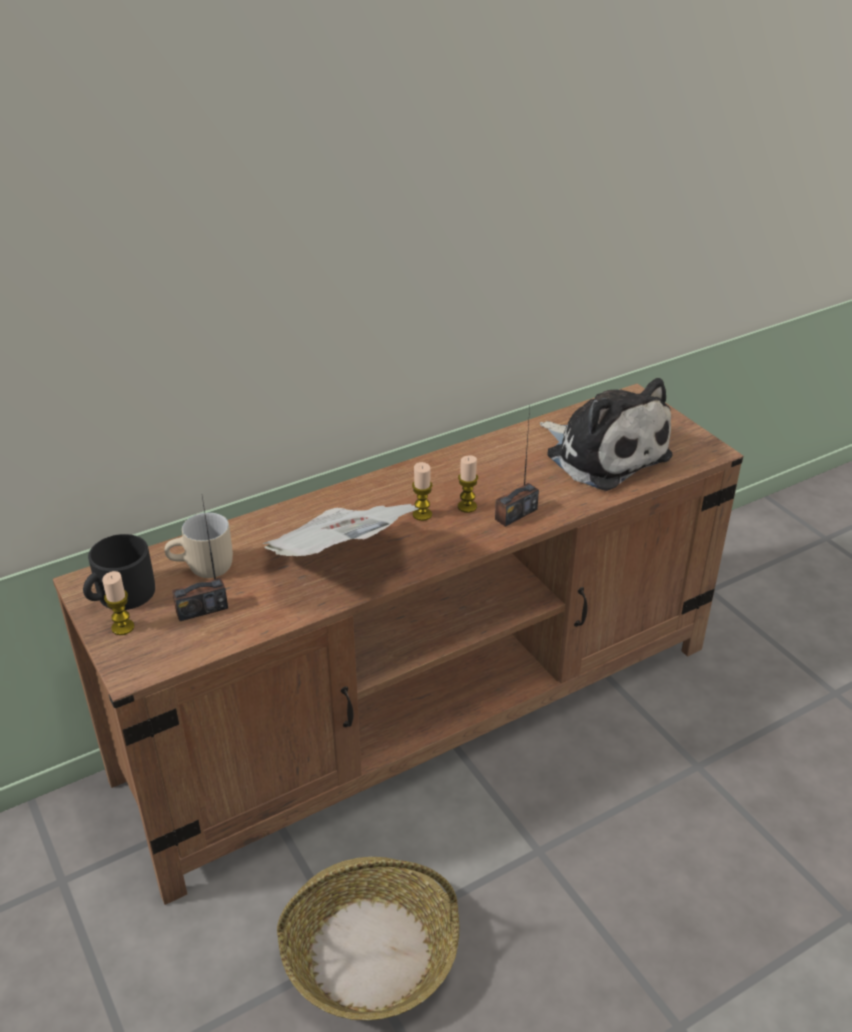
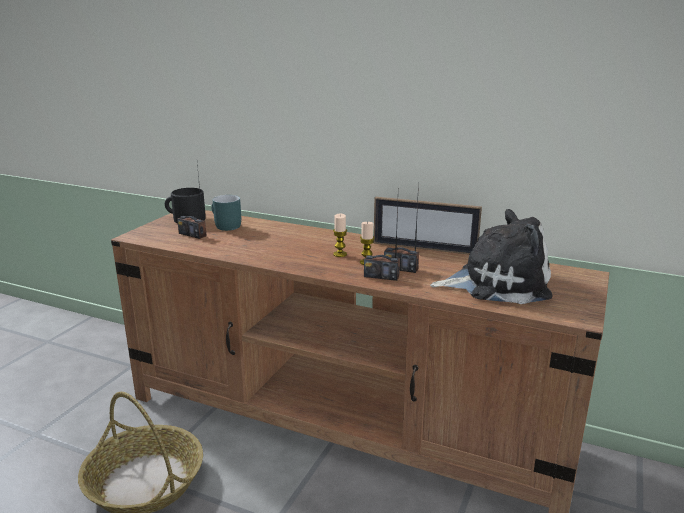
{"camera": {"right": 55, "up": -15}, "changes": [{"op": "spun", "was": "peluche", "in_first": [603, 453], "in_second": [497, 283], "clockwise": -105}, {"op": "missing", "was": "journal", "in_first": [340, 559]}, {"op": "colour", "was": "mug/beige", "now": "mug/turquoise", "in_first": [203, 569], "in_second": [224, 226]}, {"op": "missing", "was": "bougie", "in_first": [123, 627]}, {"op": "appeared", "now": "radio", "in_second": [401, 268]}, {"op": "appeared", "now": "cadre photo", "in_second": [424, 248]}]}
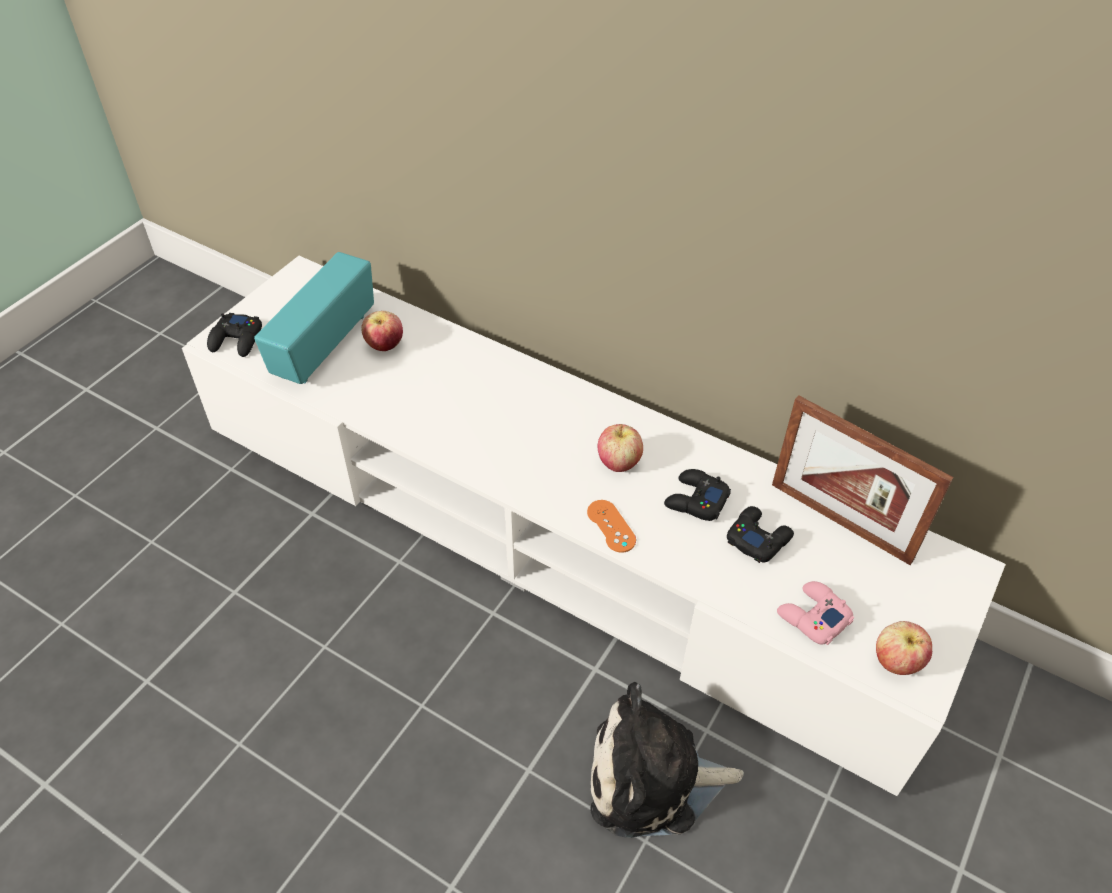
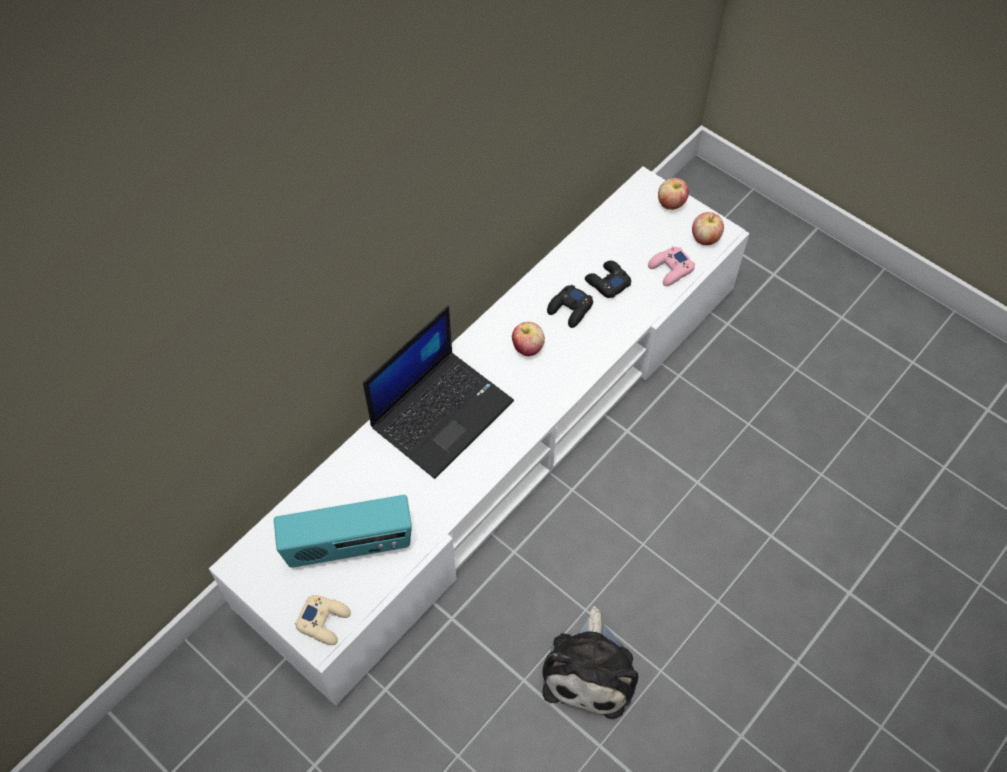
{"camera": {"right": -80, "up": 10}, "changes": [{"op": "spun", "was": "radio", "in_first": [323, 345], "in_second": [349, 546], "clockwise": -45}, {"op": "relocated", "was": "pomme", "in_first": [384, 346], "in_second": [671, 204]}, {"op": "colour", "was": "manette/noir", "now": "manette/beige", "in_first": [237, 340], "in_second": [324, 621]}, {"op": "missing", "was": "cadre photo", "in_first": [840, 521]}, {"op": "missing", "was": "manette/orange", "in_first": [611, 526]}, {"op": "relocated", "was": "peluche", "in_first": [653, 779], "in_second": [590, 669]}, {"op": "appeared", "now": "ordinateur portable", "in_second": [442, 412]}]}
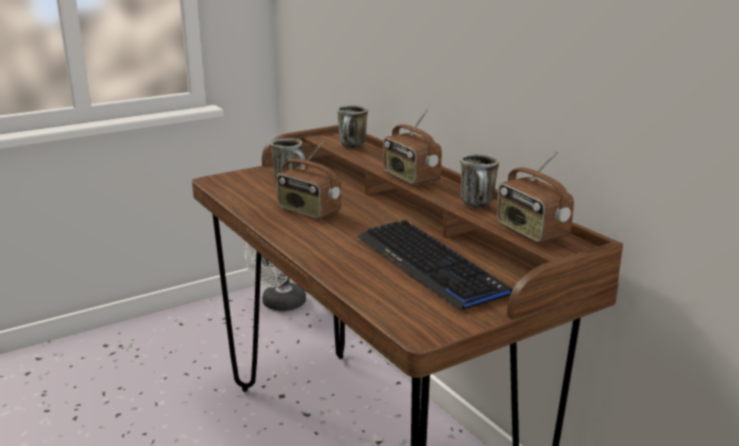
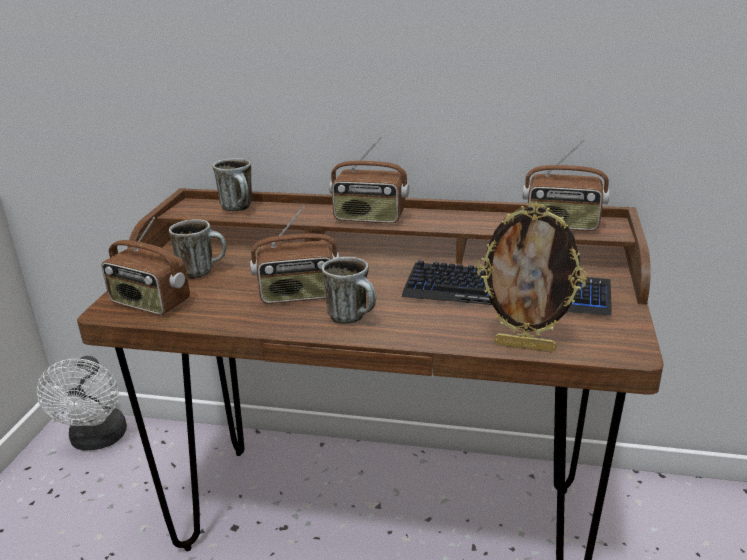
{"camera": {"right": -45, "up": 5}, "changes": [{"op": "relocated", "was": "mug", "in_first": [479, 205], "in_second": [354, 318]}, {"op": "appeared", "now": "cadre photo", "in_second": [525, 346]}, {"op": "appeared", "now": "radio", "in_second": [149, 303]}]}
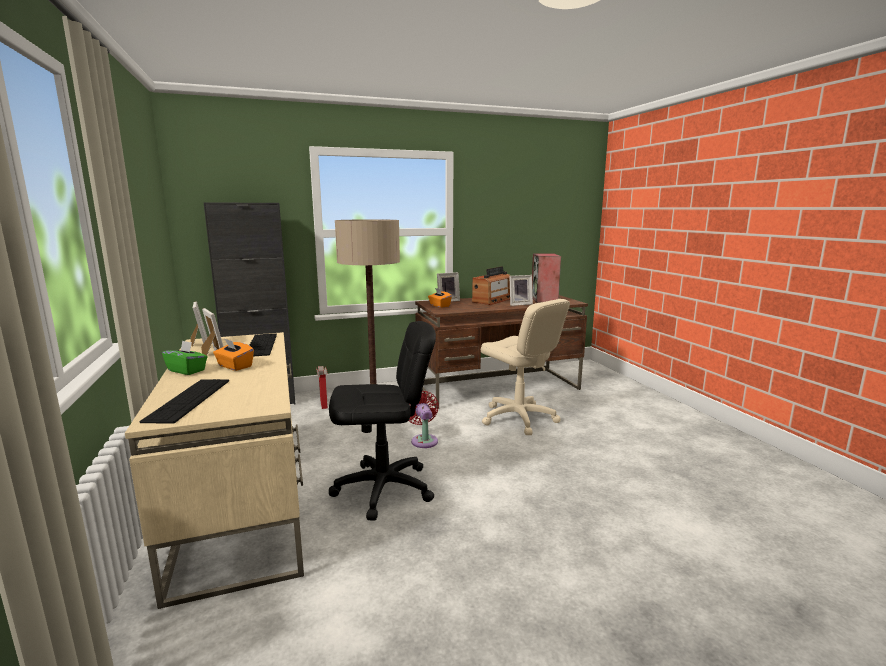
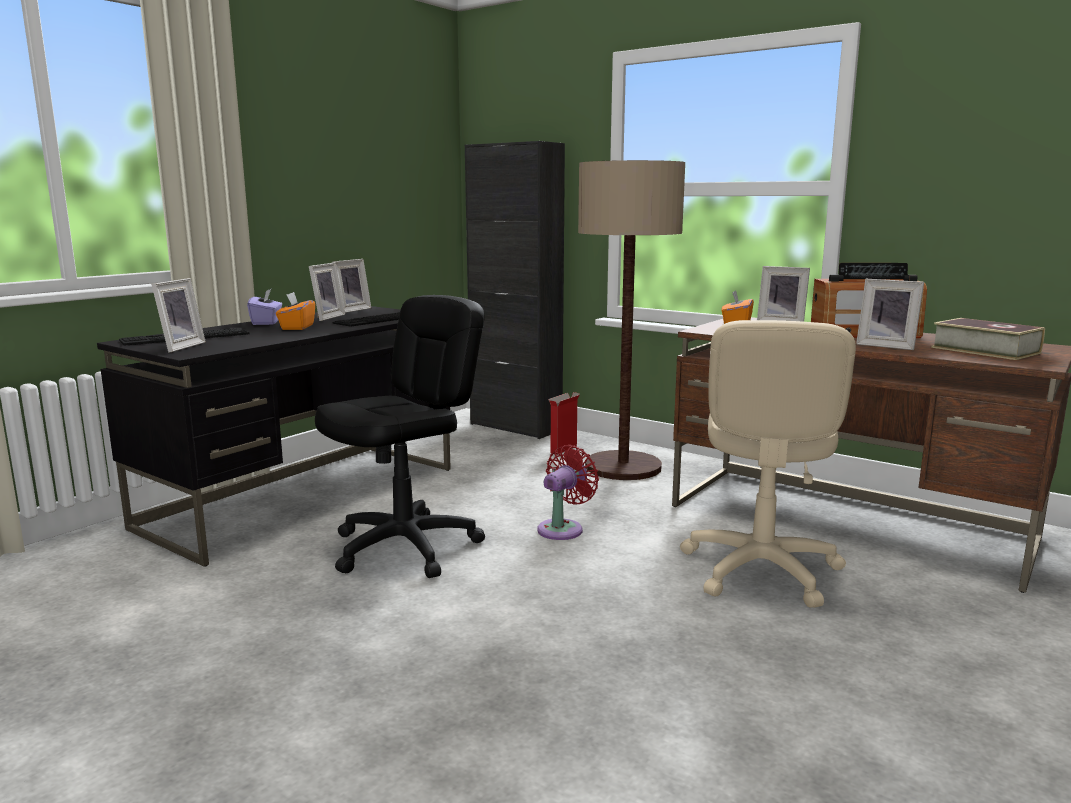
{"camera": {"right": 55, "up": 0}, "changes": [{"op": "exchanged", "was": "enceinte", "now": "livre", "in_first": [544, 299], "in_second": [985, 350]}, {"op": "spun", "was": "chaise de bureau/noir", "in_first": [384, 489], "in_second": [406, 547], "clockwise": -90}, {"op": "colour", "was": "bureau/beige", "now": "bureau/noir", "in_first": [243, 503], "in_second": [305, 496]}, {"op": "colour", "was": "boîte à mouchoirs/vert", "now": "boîte à mouchoirs/violet", "in_first": [187, 370], "in_second": [267, 322]}, {"op": "appeared", "now": "cadre photo", "in_second": [178, 347]}]}
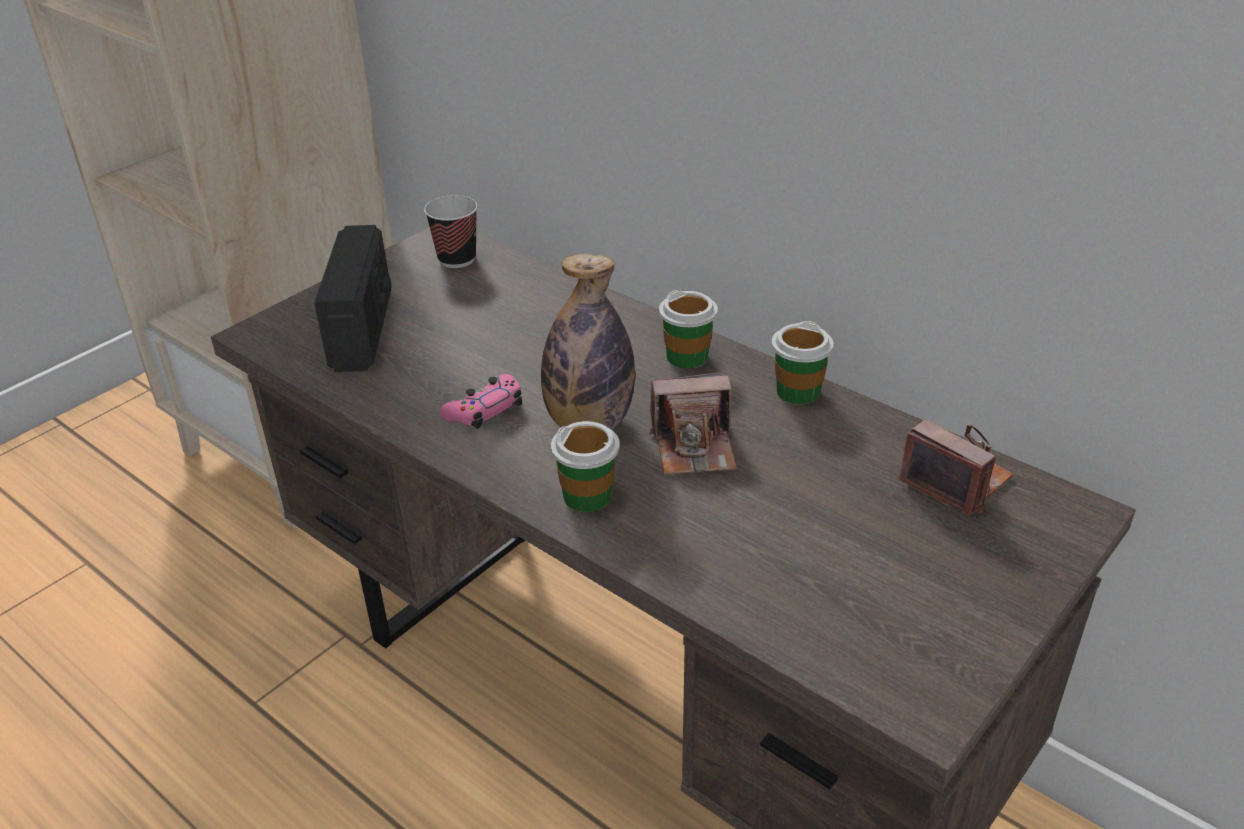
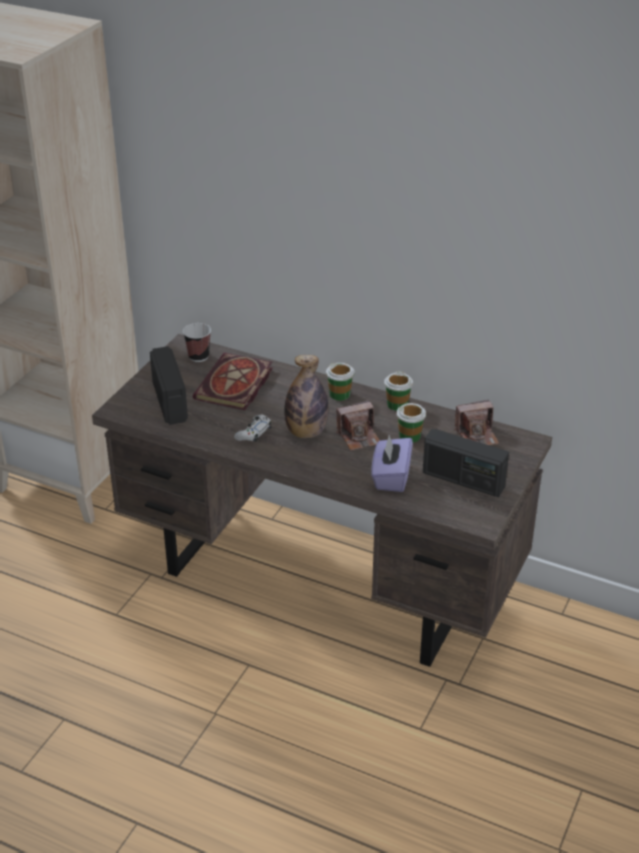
{"camera": {"right": -15, "up": 0}, "changes": [{"op": "colour", "was": "manette/rose", "now": "manette/blanc", "in_first": [484, 410], "in_second": [254, 433]}, {"op": "spun", "was": "appareil photo", "in_first": [955, 481], "in_second": [476, 435], "clockwise": 135}, {"op": "relocated", "was": "tasse", "in_first": [587, 496], "in_second": [410, 436]}, {"op": "appeared", "now": "livre", "in_second": [234, 386]}, {"op": "appeared", "now": "radio", "in_second": [463, 480]}, {"op": "appeared", "now": "boîte à mouchoirs/violet", "in_second": [391, 477]}]}
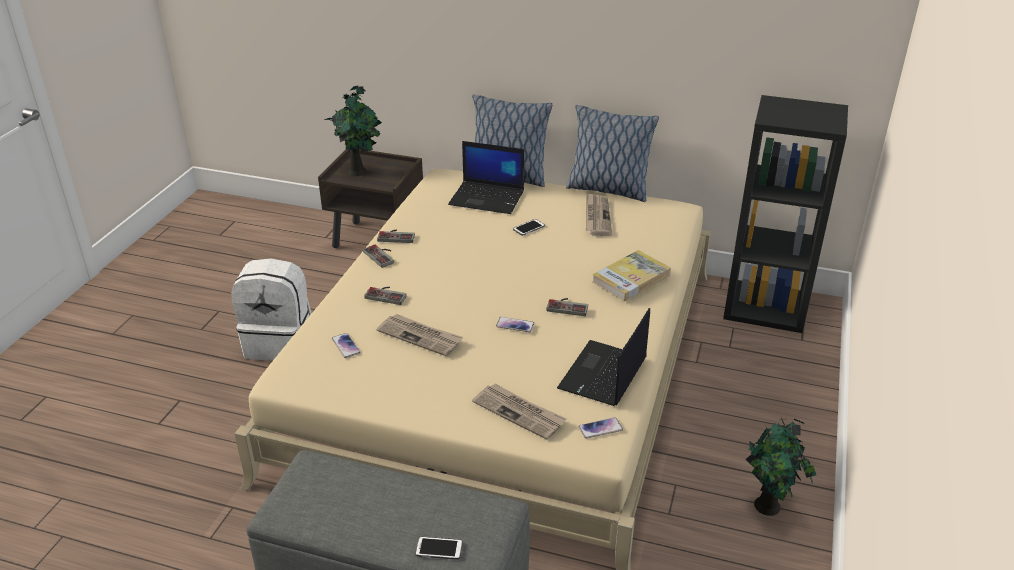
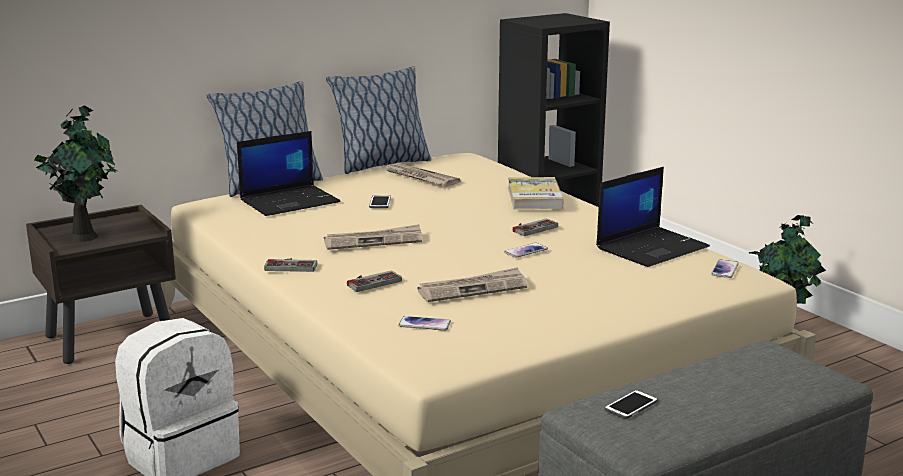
{"camera": {"right": -50, "up": -15}, "changes": [{"op": "missing", "was": "manette", "in_first": [397, 236]}, {"op": "spun", "was": "ordinateur portable", "in_first": [603, 375], "in_second": [652, 247], "clockwise": -105}, {"op": "relocated", "was": "journal", "in_first": [519, 413], "in_second": [374, 241]}, {"op": "relocated", "was": "téléphone", "in_first": [439, 549], "in_second": [631, 405]}]}
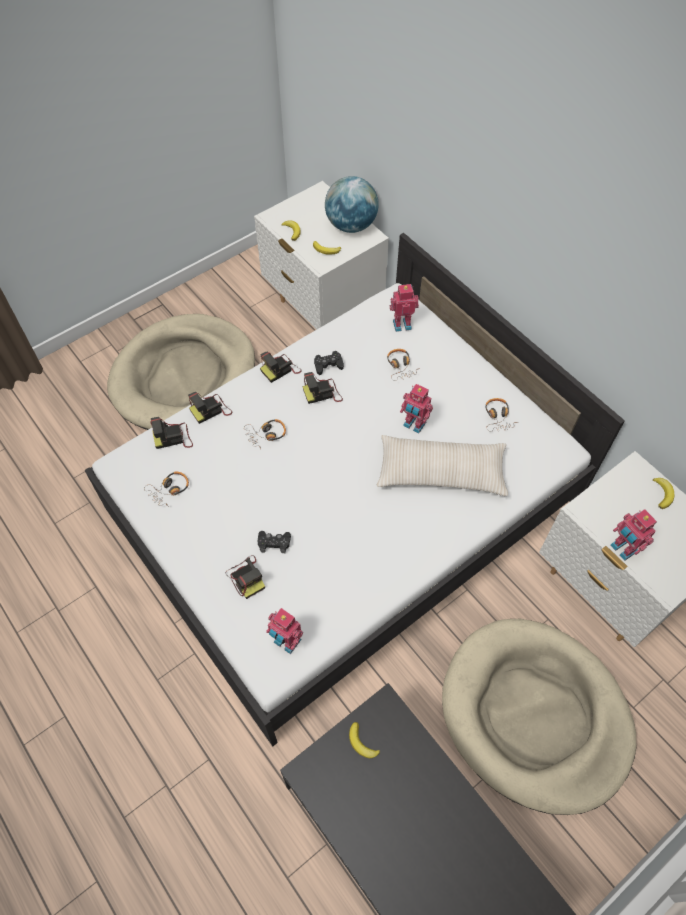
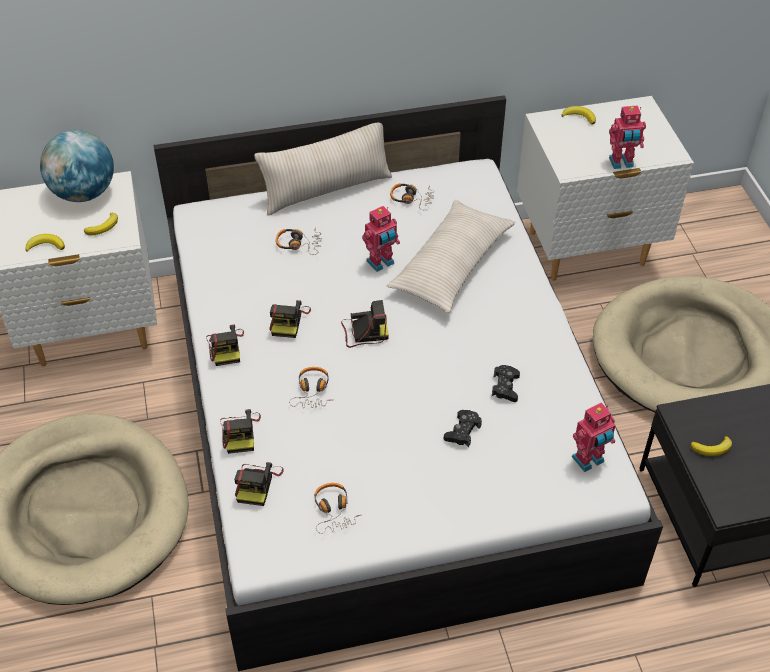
{"camera": {"right": -65, "up": -10}, "changes": [{"op": "missing", "was": "robot jouet", "in_first": [401, 324]}, {"op": "relocated", "was": "manette/noir", "in_first": [328, 365], "in_second": [505, 387]}, {"op": "relocated", "was": "appareil photo", "in_first": [246, 577], "in_second": [363, 332]}, {"op": "appeared", "now": "coussin/beige", "in_second": [327, 190]}]}
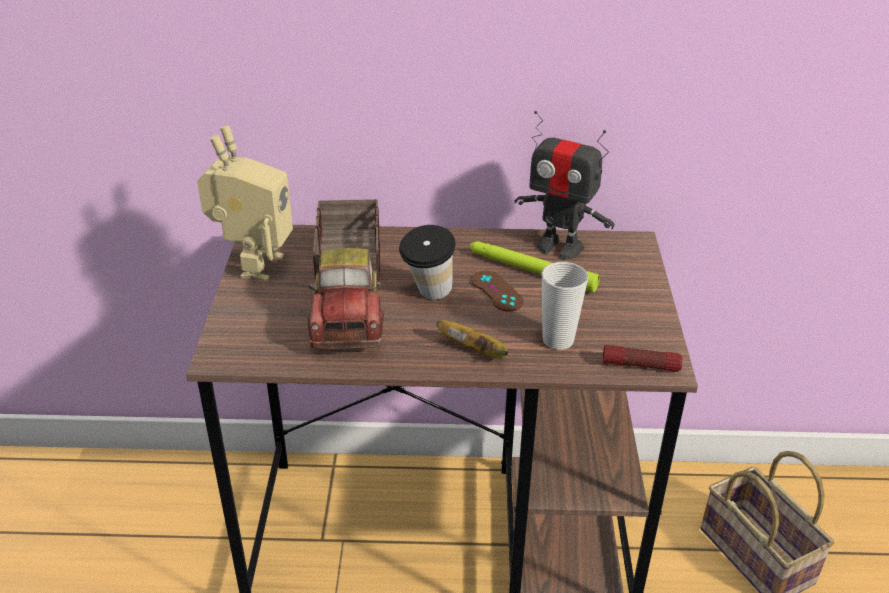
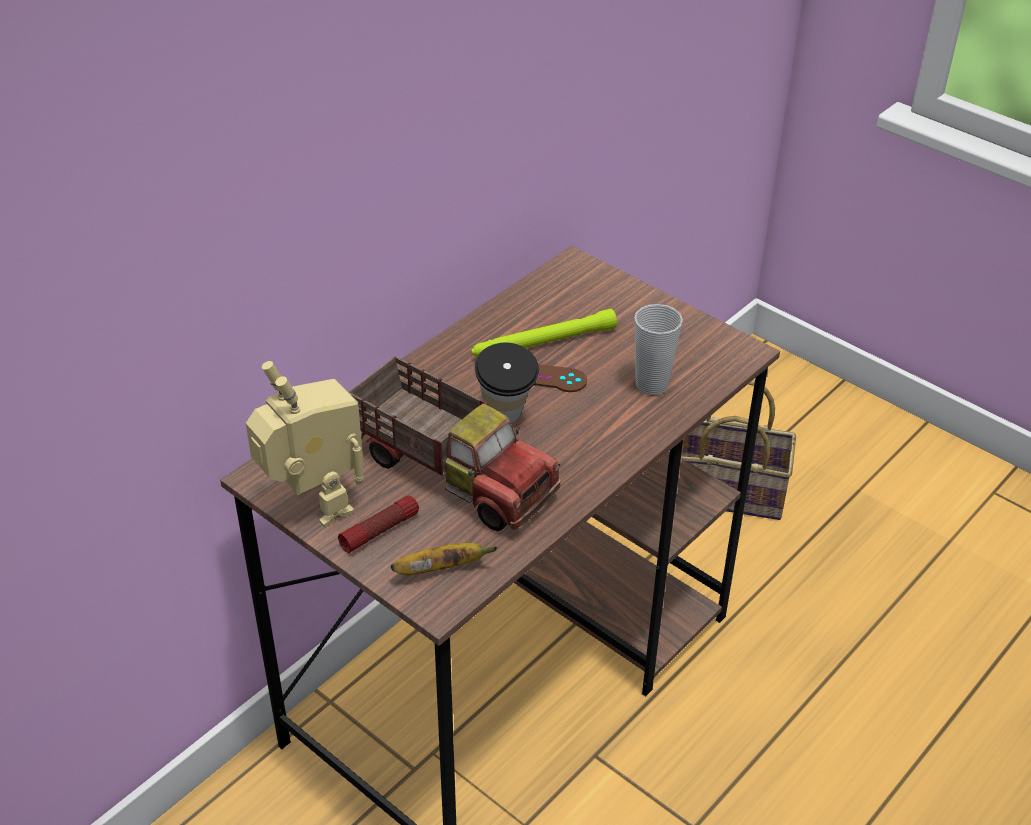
{"camera": {"right": -50, "up": 5}, "changes": [{"op": "missing", "was": "robot jouet", "in_first": [559, 247]}, {"op": "relocated", "was": "banane", "in_first": [475, 351], "in_second": [441, 569]}, {"op": "relocated", "was": "lampe de poche", "in_first": [640, 365], "in_second": [380, 531]}]}
